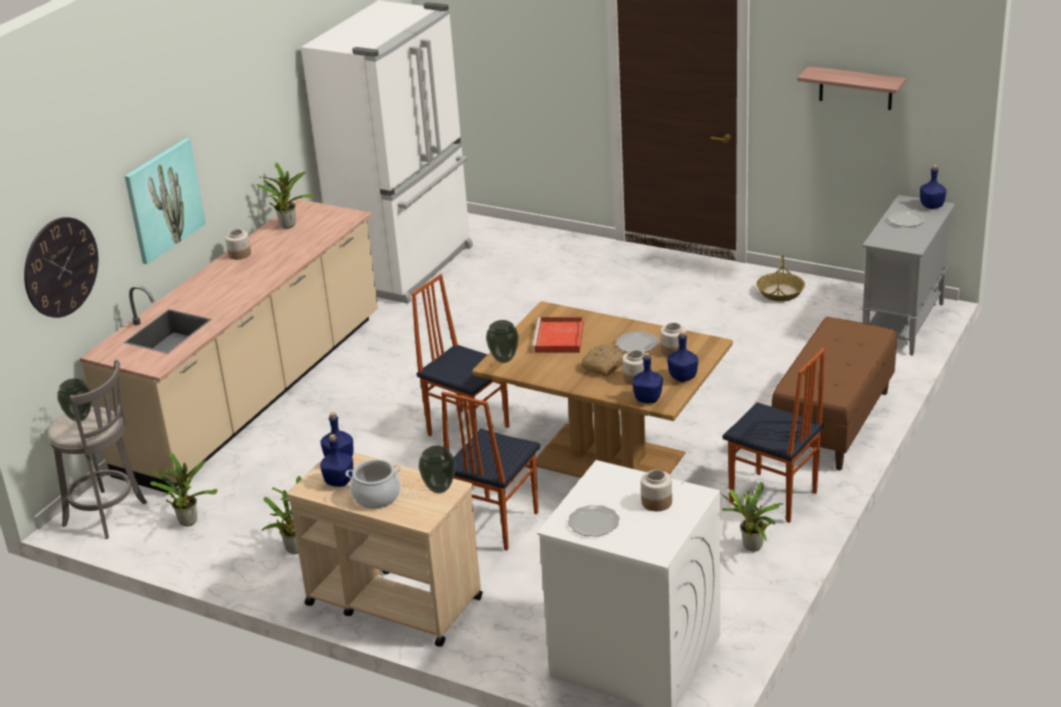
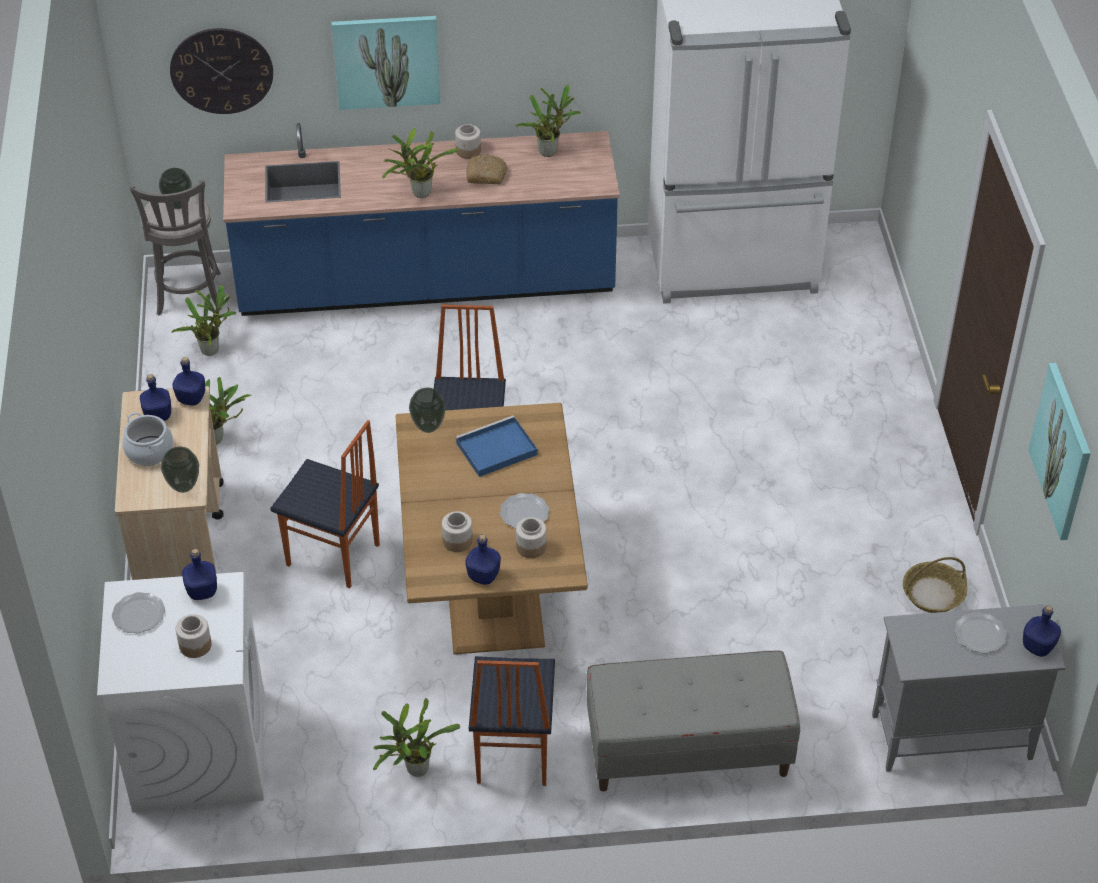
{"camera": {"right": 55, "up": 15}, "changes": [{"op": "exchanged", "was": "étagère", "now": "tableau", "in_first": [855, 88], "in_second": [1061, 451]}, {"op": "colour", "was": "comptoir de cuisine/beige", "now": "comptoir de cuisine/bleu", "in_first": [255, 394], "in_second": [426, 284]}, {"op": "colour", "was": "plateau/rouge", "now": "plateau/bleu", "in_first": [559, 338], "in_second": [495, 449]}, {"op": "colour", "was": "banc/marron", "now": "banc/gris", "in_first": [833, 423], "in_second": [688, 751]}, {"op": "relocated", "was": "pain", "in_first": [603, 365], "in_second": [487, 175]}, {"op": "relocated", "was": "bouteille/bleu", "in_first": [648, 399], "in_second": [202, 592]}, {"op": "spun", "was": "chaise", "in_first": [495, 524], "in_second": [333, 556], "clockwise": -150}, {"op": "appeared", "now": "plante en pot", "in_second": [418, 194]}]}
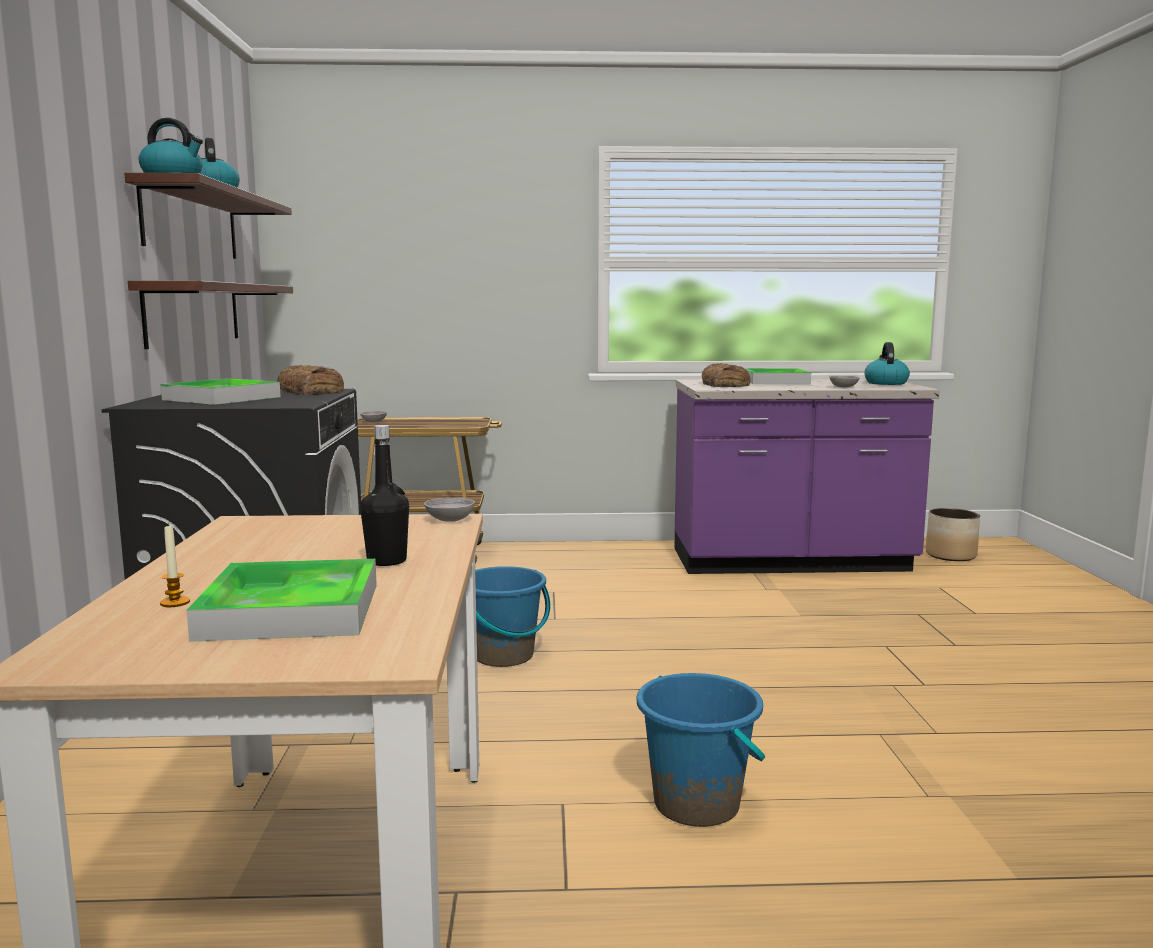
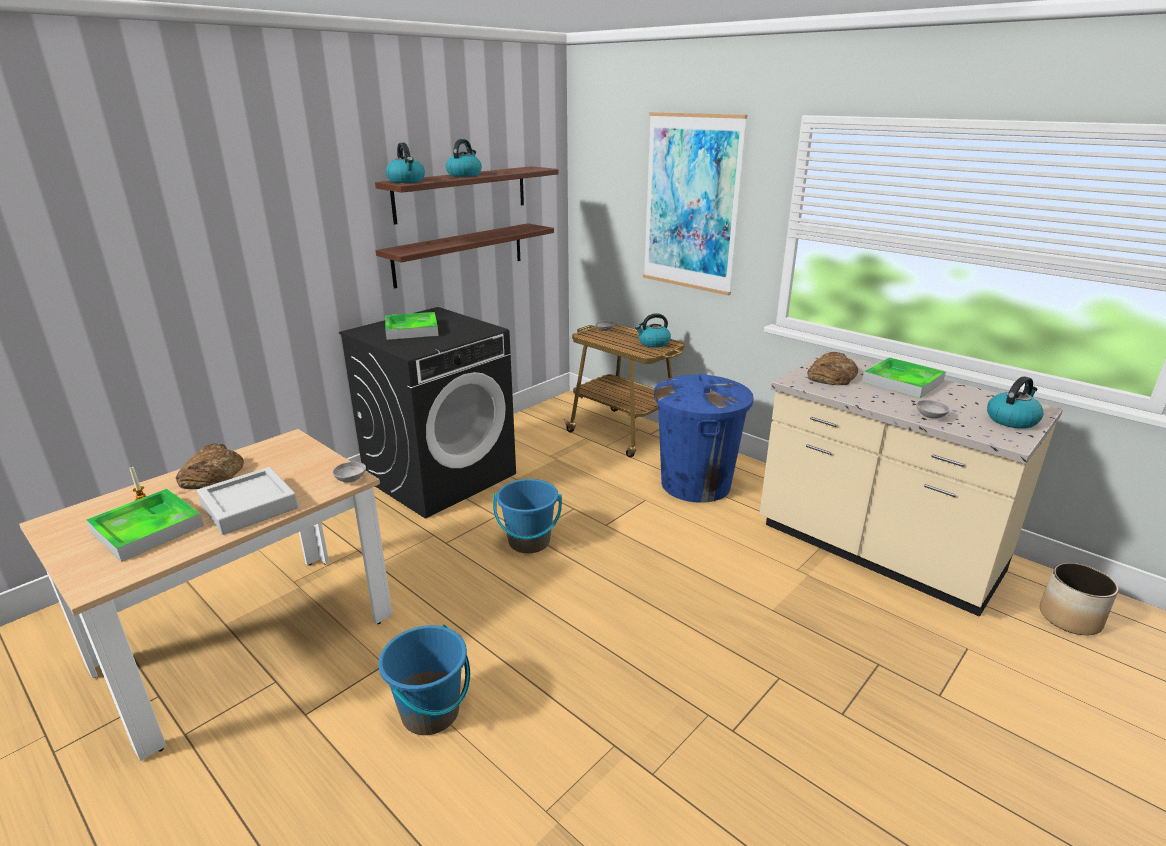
{"camera": {"right": 45, "up": 15}, "changes": [{"op": "relocated", "was": "pain", "in_first": [310, 391], "in_second": [211, 474]}, {"op": "colour", "was": "comptoir de cuisine/violet", "now": "comptoir de cuisine/beige", "in_first": [791, 562], "in_second": [876, 551]}, {"op": "exchanged", "was": "bouteille/noir", "now": "plateau/gris", "in_first": [387, 561], "in_second": [249, 506]}, {"op": "appeared", "now": "tableau", "in_second": [691, 203]}, {"op": "appeared", "now": "bouilloire", "in_second": [653, 343]}, {"op": "appeared", "now": "poubelle/bleu", "in_second": [696, 484]}]}
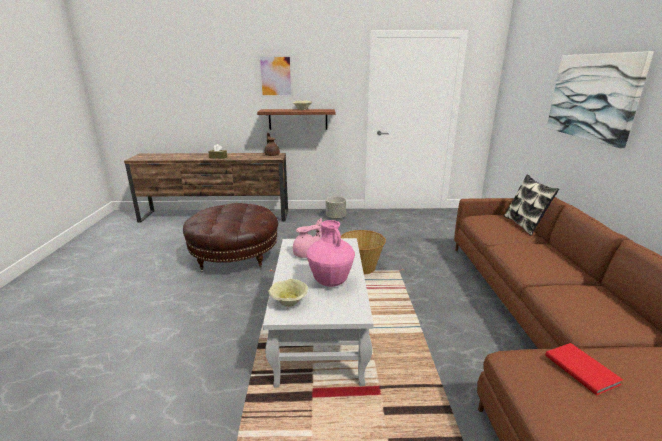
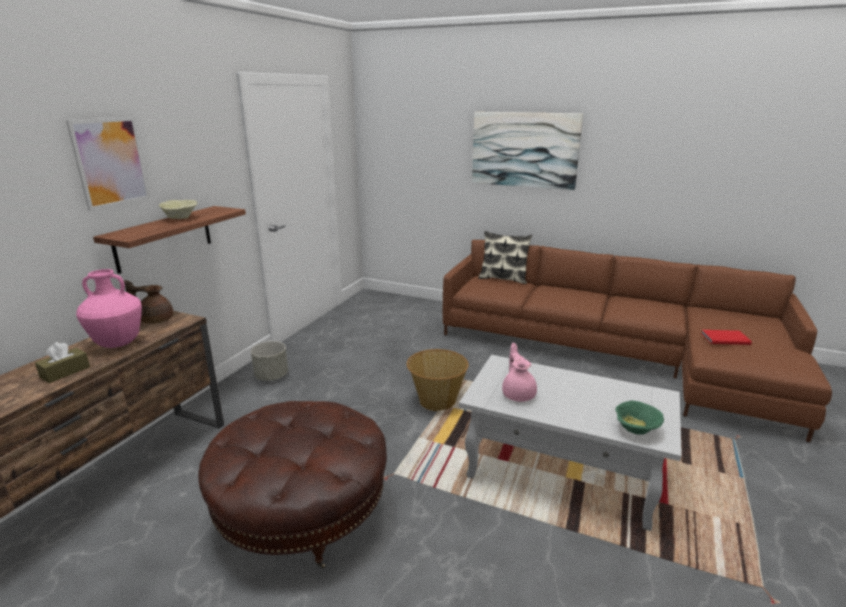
{"camera": {"right": -65, "up": 0}, "changes": [{"op": "relocated", "was": "vase/rose", "in_first": [330, 282], "in_second": [117, 343]}, {"op": "colour", "was": "bol/beige", "now": "bol/vert", "in_first": [288, 302], "in_second": [636, 430]}]}
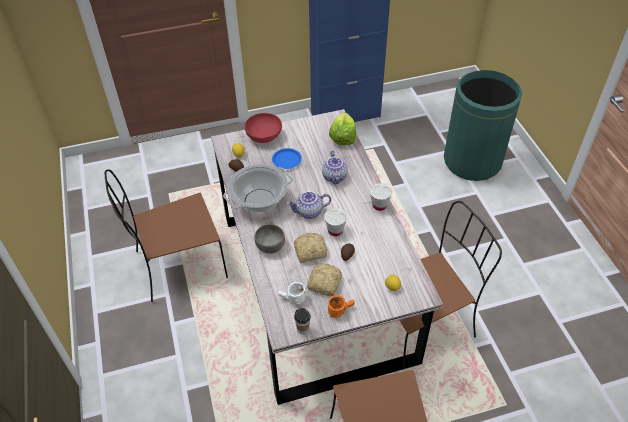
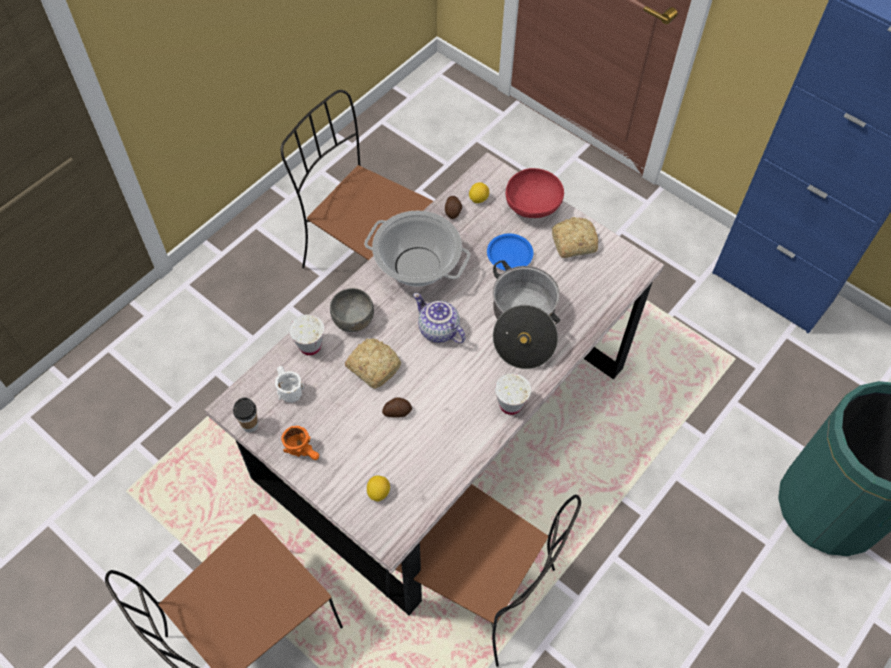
{"camera": {"right": 55, "up": 10}, "changes": [{"op": "missing", "was": "laitue", "in_first": [342, 137]}, {"op": "exchanged", "was": "théière", "now": "marmite", "in_first": [335, 177], "in_second": [523, 325]}, {"op": "relocated", "was": "tasse/blanc", "in_first": [335, 231], "in_second": [310, 346]}, {"op": "relocated", "was": "pain", "in_first": [324, 284], "in_second": [572, 243]}]}
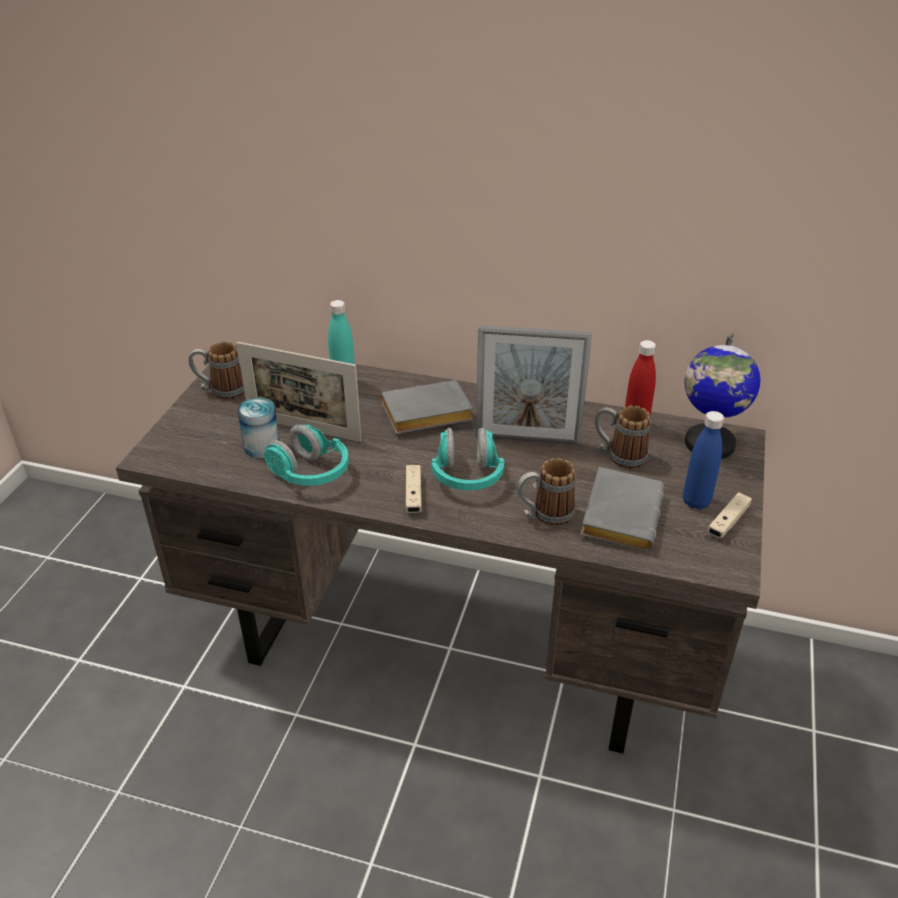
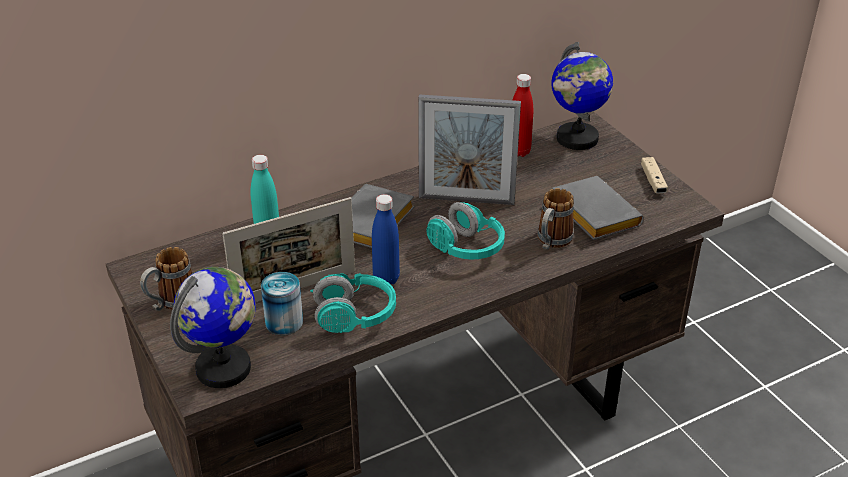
{"camera": {"right": -45, "up": 0}, "changes": [{"op": "spun", "was": "cadre photo", "in_first": [527, 439], "in_second": [466, 200], "clockwise": 45}, {"op": "missing", "was": "mug", "in_first": [619, 456]}, {"op": "relocated", "was": "bouteille/bleu", "in_first": [696, 502], "in_second": [386, 279]}, {"op": "missing", "was": "manette/beige", "in_first": [413, 495]}, {"op": "appeared", "now": "globe", "in_second": [224, 368]}]}
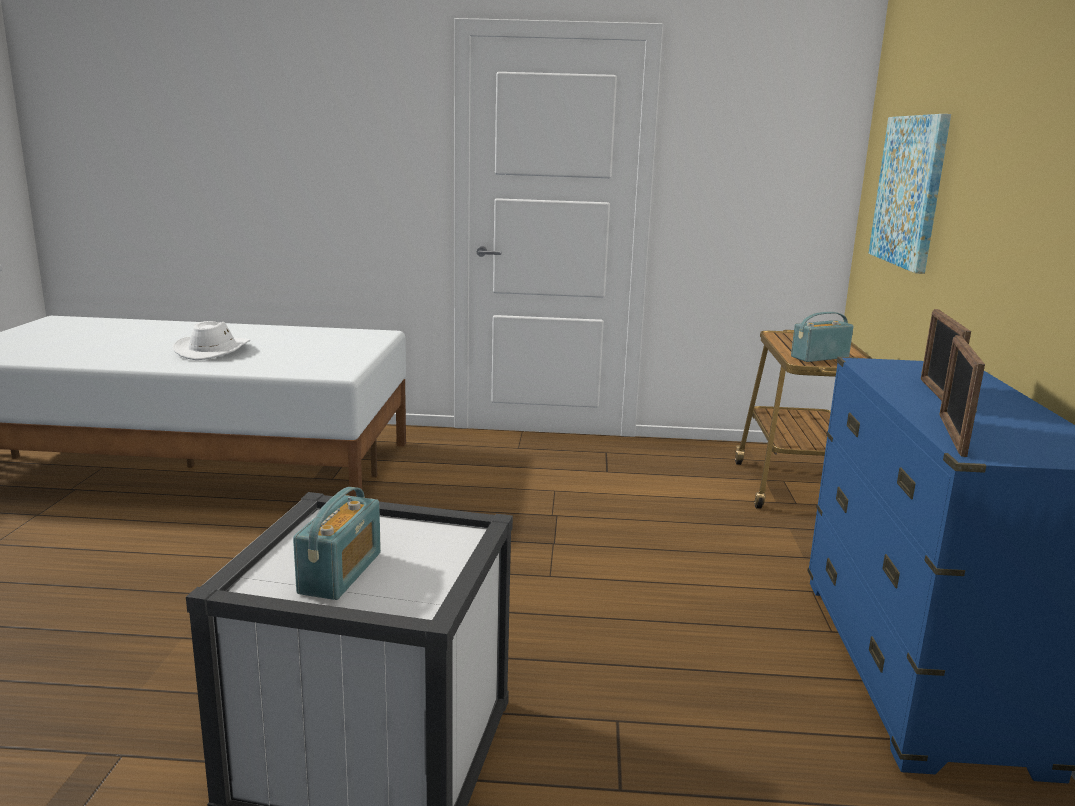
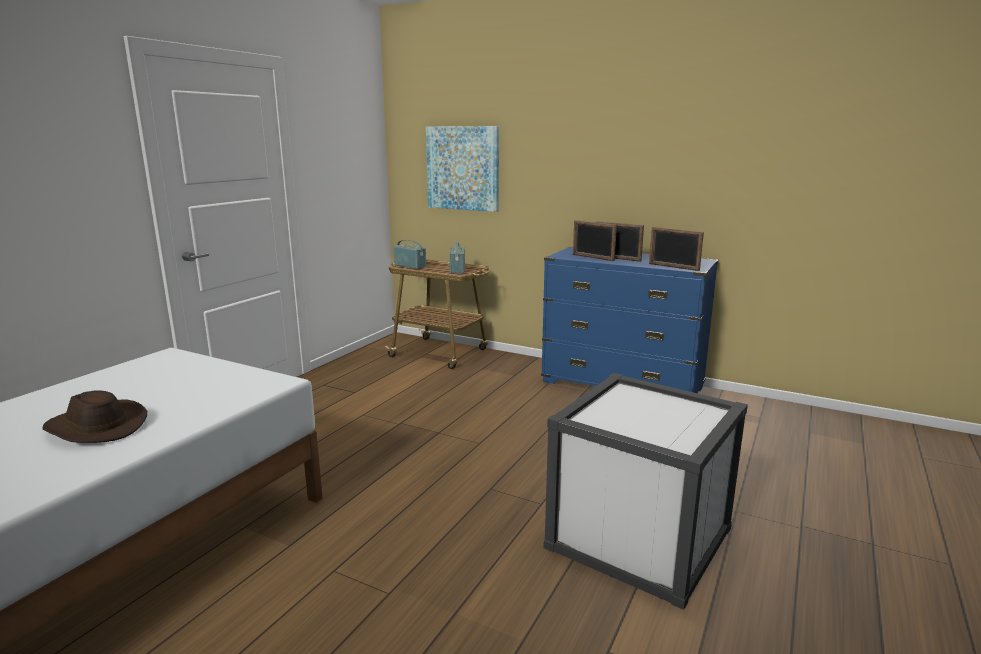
{"camera": {"right": -65, "up": 0}, "changes": [{"op": "colour", "was": "chapeau/blanc", "now": "chapeau/marron", "in_first": [213, 351], "in_second": [95, 427]}, {"op": "relocated", "was": "radio", "in_first": [341, 573], "in_second": [410, 266]}, {"op": "appeared", "now": "cadre photo", "in_second": [592, 257]}]}
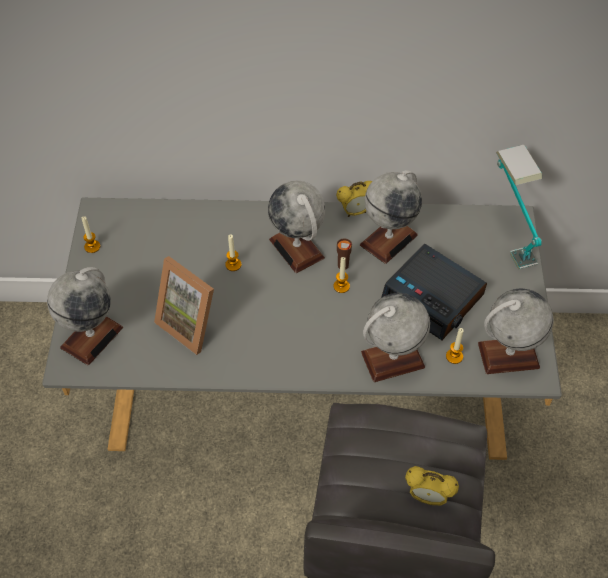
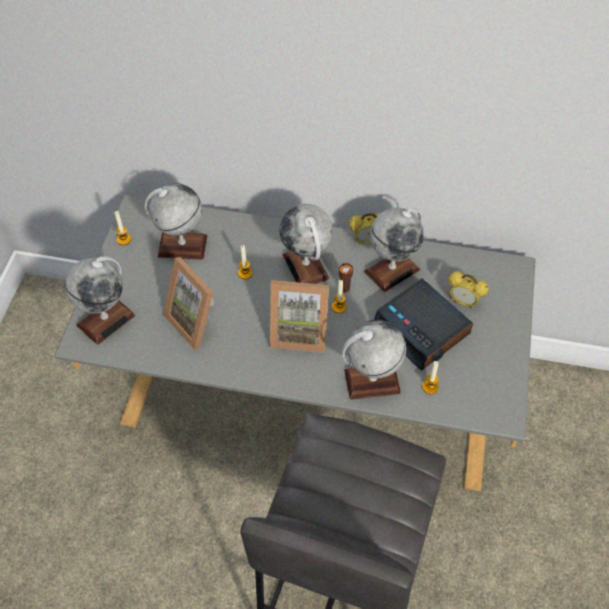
{"camera": {"right": 10, "up": 0}, "changes": [{"op": "missing", "was": "lampe de table", "in_first": [509, 233]}, {"op": "relocated", "was": "globe", "in_first": [508, 355], "in_second": [182, 246]}, {"op": "relocated", "was": "réveil", "in_first": [427, 497], "in_second": [463, 302]}, {"op": "appeared", "now": "cadre photo", "in_second": [299, 331]}]}
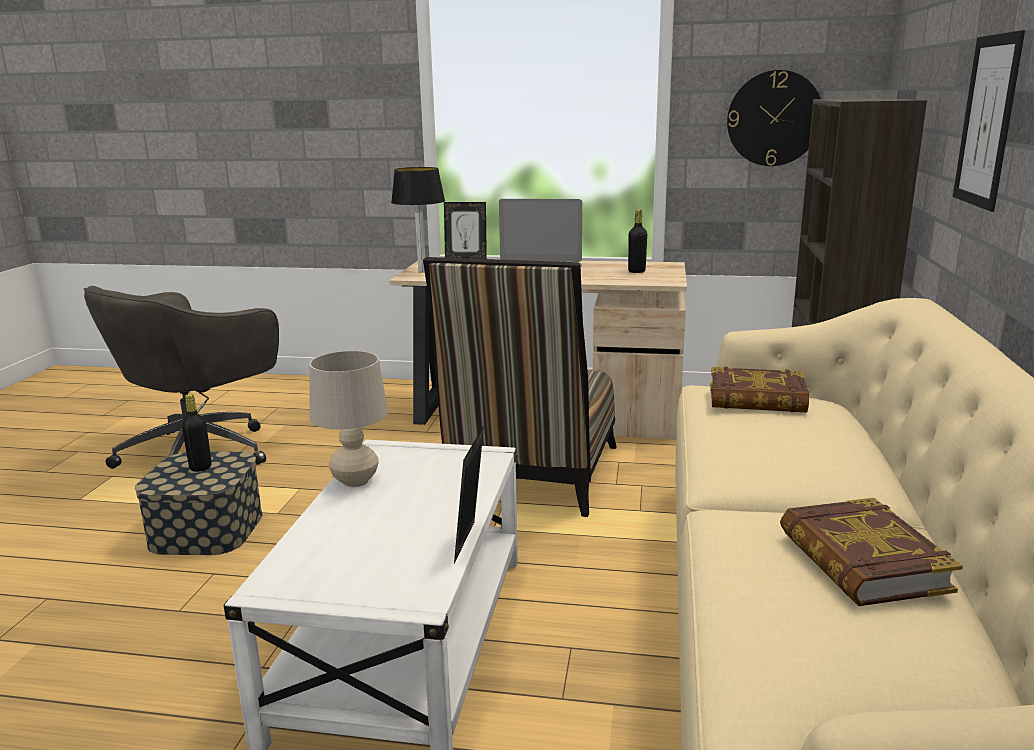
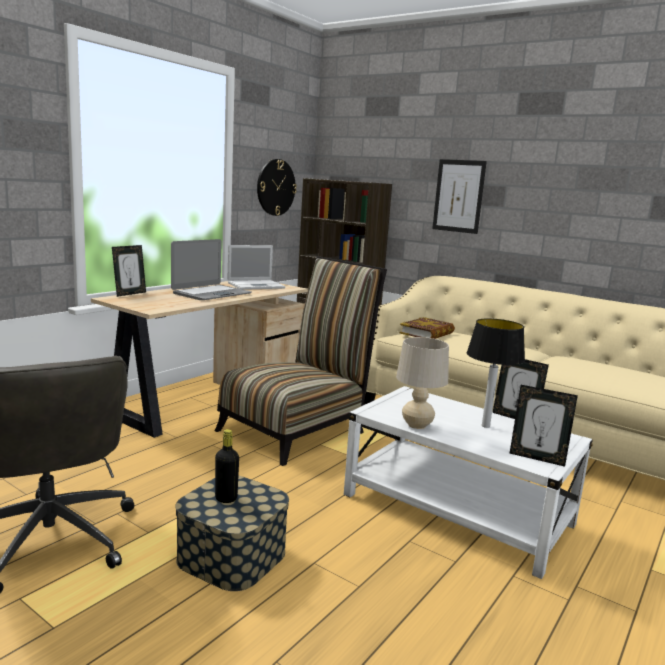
{"camera": {"right": -65, "up": -5}, "changes": [{"op": "relocated", "was": "lampe de table", "in_first": [422, 271], "in_second": [486, 425]}, {"op": "exchanged", "was": "bouteille/noir", "now": "ordinateur portable", "in_first": [636, 271], "in_second": [257, 285]}, {"op": "spun", "was": "chaise", "in_first": [531, 477], "in_second": [298, 429], "clockwise": -90}, {"op": "missing", "was": "livre", "in_first": [861, 561]}, {"op": "appeared", "now": "cadre photo", "in_second": [537, 458]}]}
